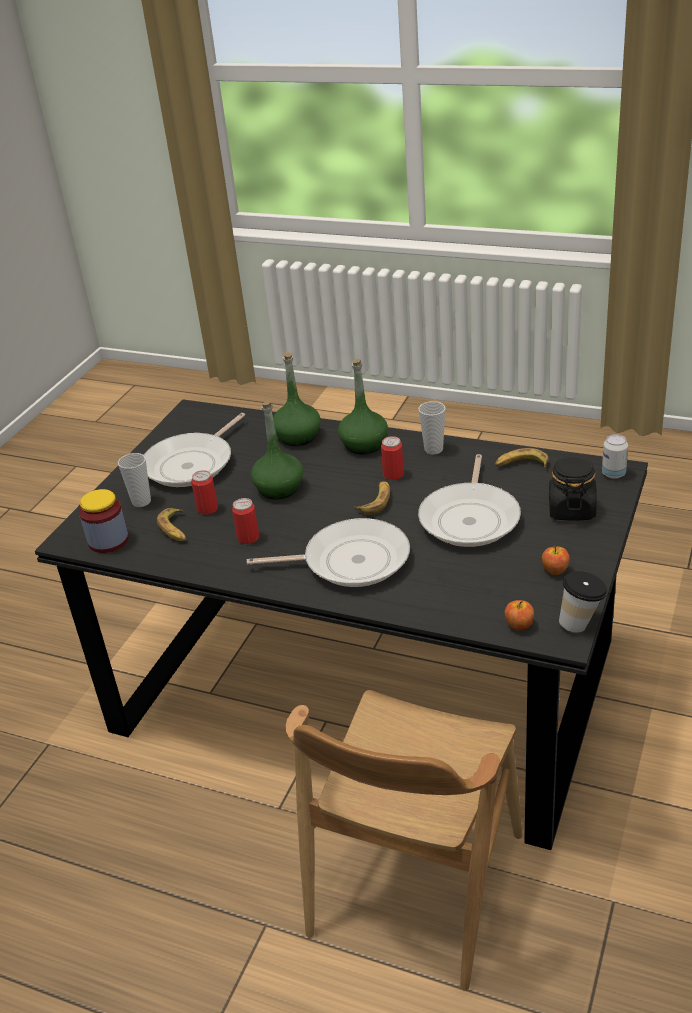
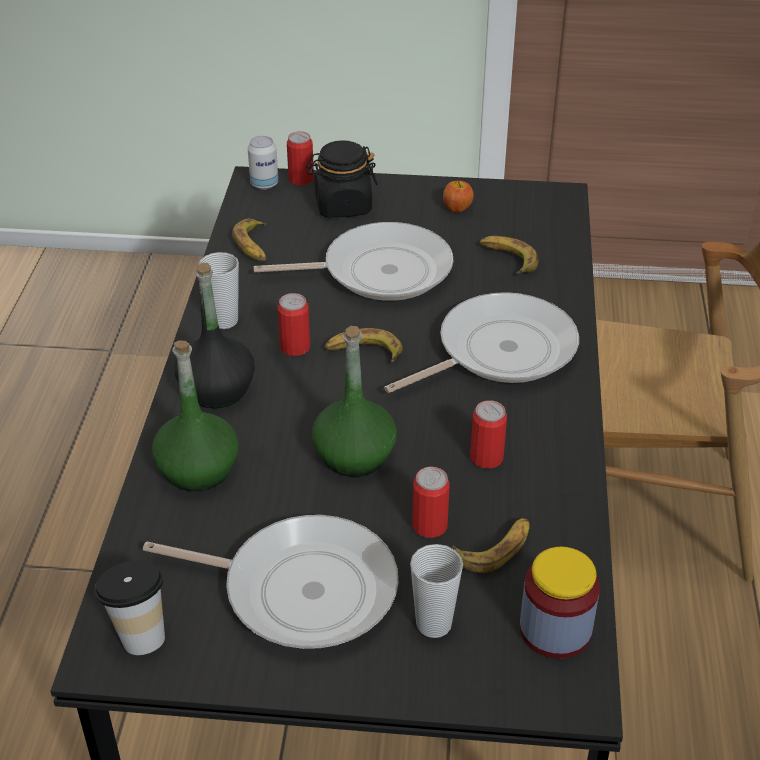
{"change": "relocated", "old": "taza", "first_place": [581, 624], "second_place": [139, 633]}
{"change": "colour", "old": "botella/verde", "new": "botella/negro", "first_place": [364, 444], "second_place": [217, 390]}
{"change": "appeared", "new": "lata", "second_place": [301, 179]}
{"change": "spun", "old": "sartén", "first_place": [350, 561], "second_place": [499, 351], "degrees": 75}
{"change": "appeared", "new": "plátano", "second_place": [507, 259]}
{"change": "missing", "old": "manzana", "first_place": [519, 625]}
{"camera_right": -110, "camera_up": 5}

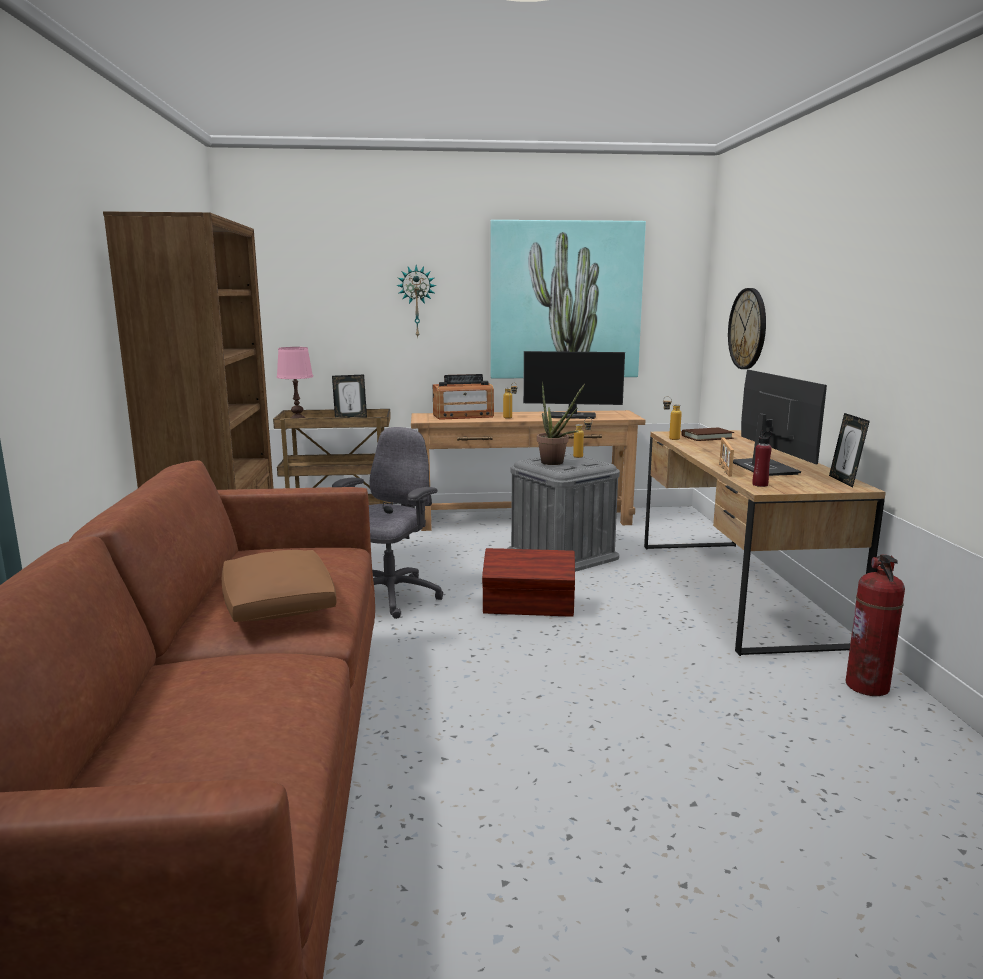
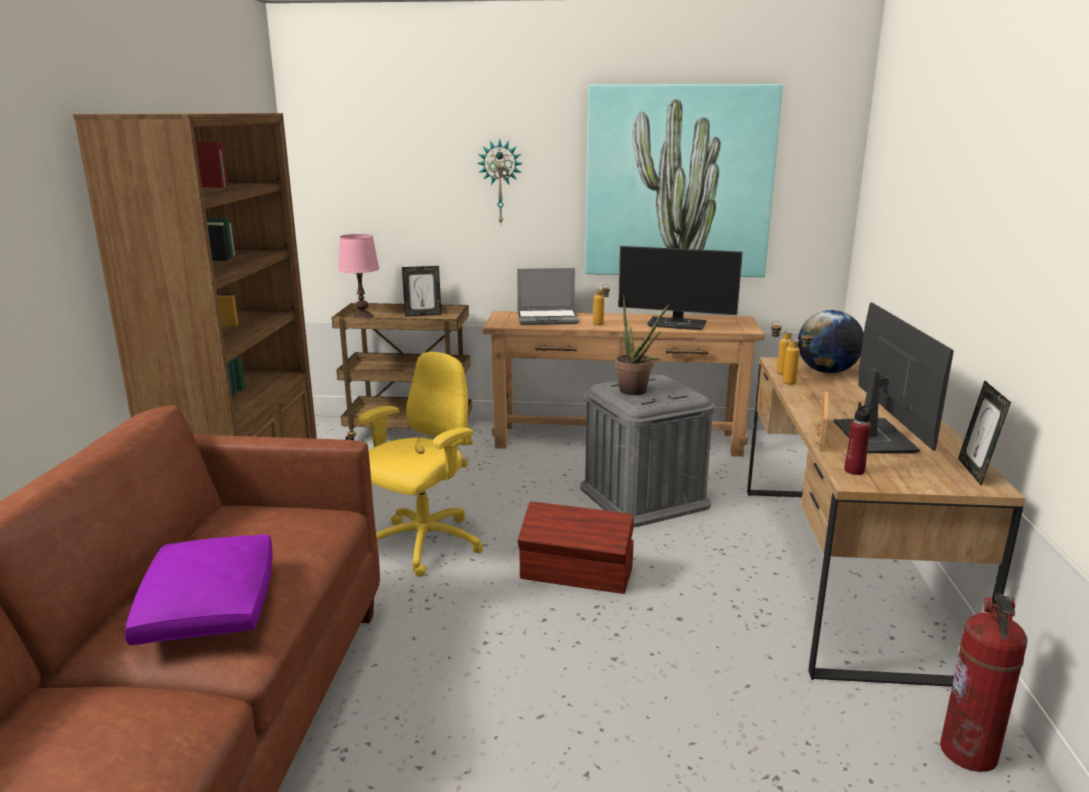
{"change": "colour", "old": "cojín/marrón", "new": "cojín/morado", "first_place": [278, 603], "second_place": [209, 605]}
{"change": "colour", "old": "silla de oficina/gris", "new": "silla de oficina/amarillo", "first_place": [389, 598], "second_place": [423, 545]}
{"change": "exchanged", "old": "radio", "new": "portátil", "first_place": [463, 416], "second_place": [548, 319]}
{"change": "relocated", "old": "botella", "first_place": [582, 457], "second_place": [795, 383]}
{"change": "exchanged", "old": "libro/marrón", "new": "globo terráqueo", "first_place": [707, 437], "second_place": [827, 372]}
{"change": "missing", "old": "reloj de pared", "first_place": [748, 329]}
{"camera_right": 10, "camera_up": 5}

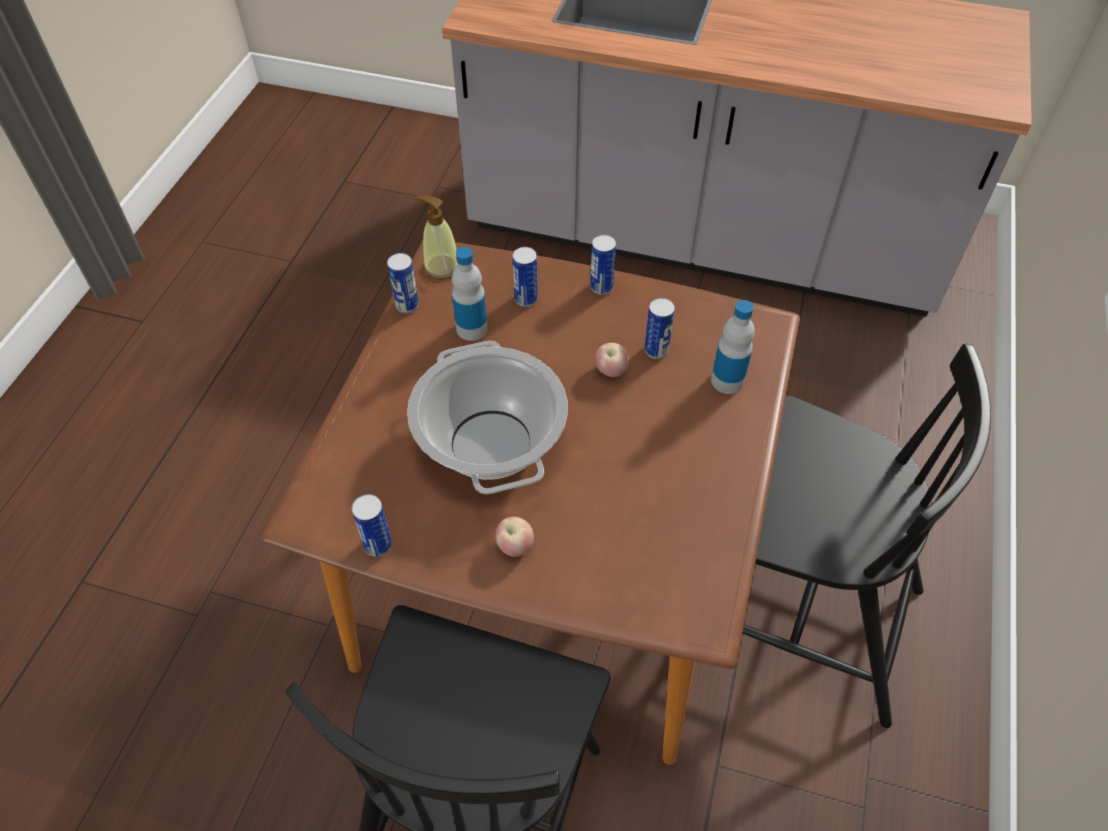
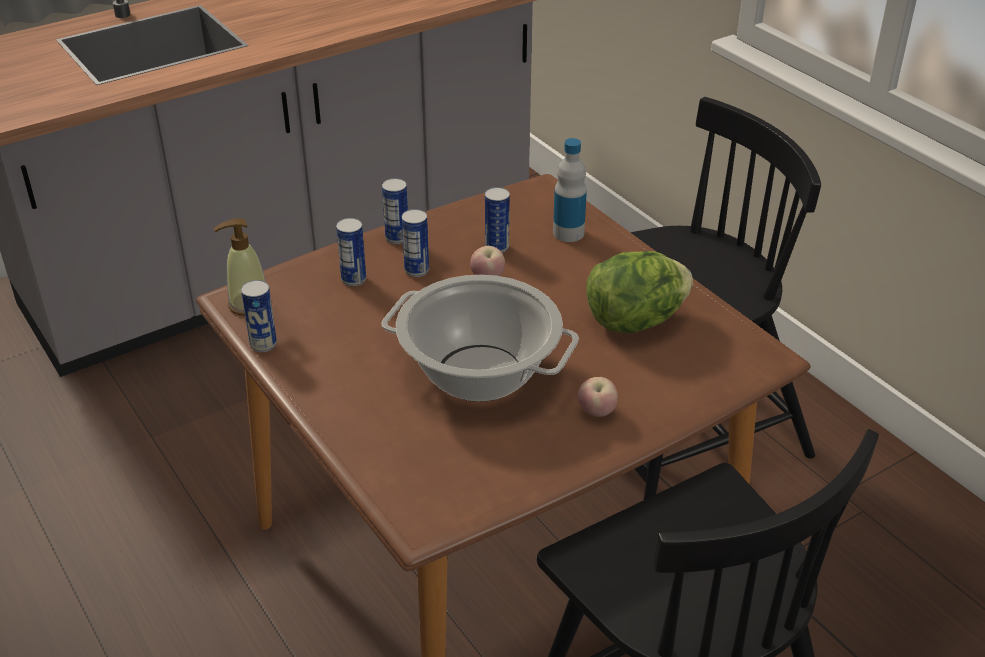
{"change": "relocated", "old": "lata", "first_place": [378, 545], "second_place": [416, 270]}
{"change": "appeared", "new": "lechuga", "second_place": [635, 321]}
{"change": "missing", "old": "botella", "first_place": [471, 329]}
{"camera_right": -50, "camera_up": -15}

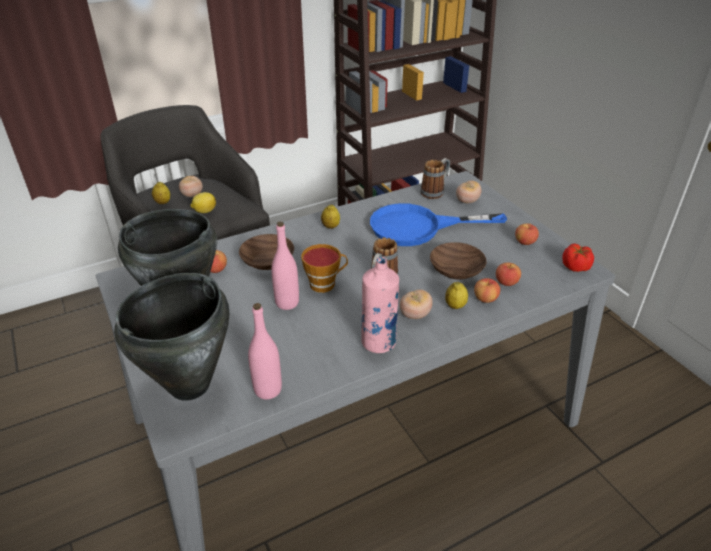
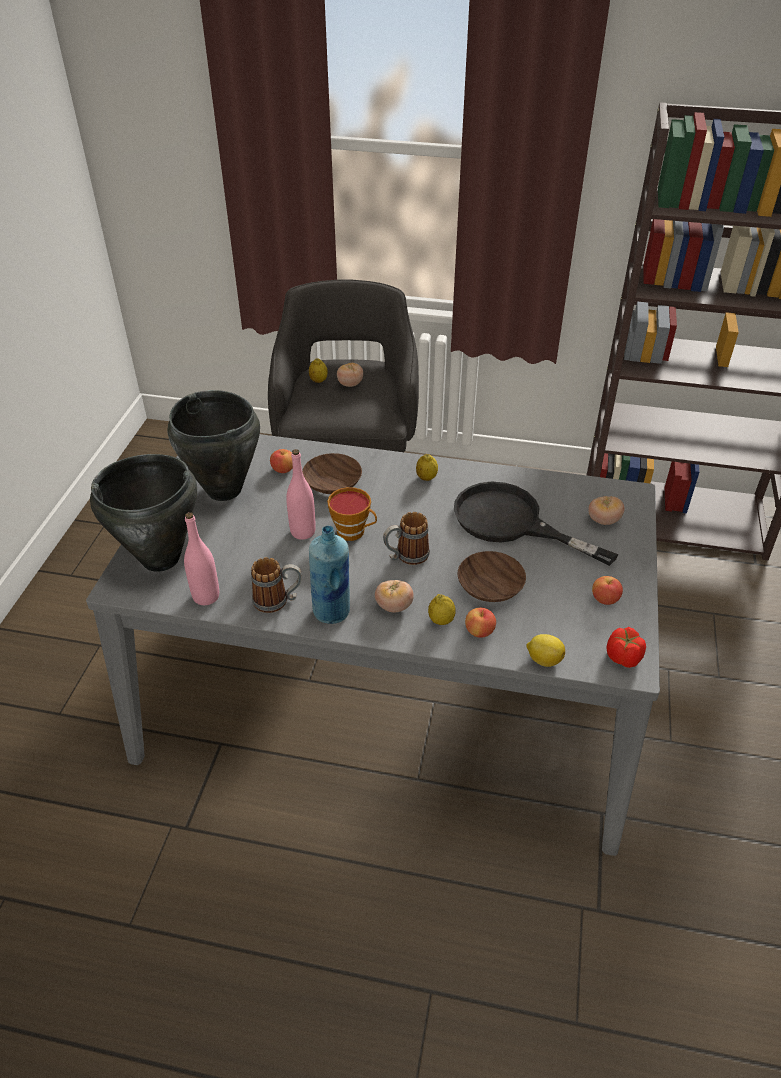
{"change": "relocated", "old": "taza grande", "first_place": [435, 191], "second_place": [278, 601]}
{"change": "colour", "old": "botella/rosa", "new": "botella/azul", "first_place": [378, 342], "second_place": [332, 611]}
{"change": "colour", "old": "sartén/azul", "new": "sartén/negro", "first_place": [418, 227], "second_place": [511, 522]}
{"change": "relocated", "old": "limón", "first_place": [204, 211], "second_place": [543, 659]}
{"change": "missing", "old": "manzana", "first_place": [506, 282]}
{"camera_right": 40, "camera_up": 5}

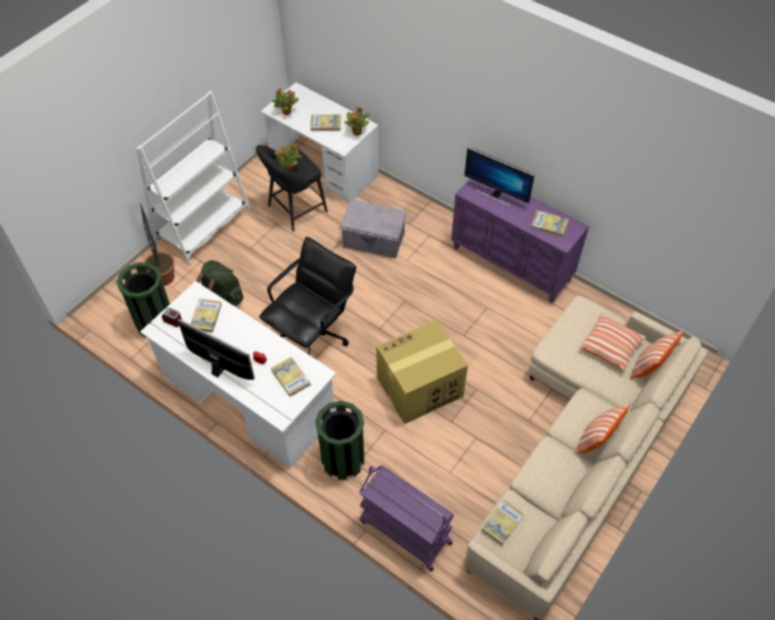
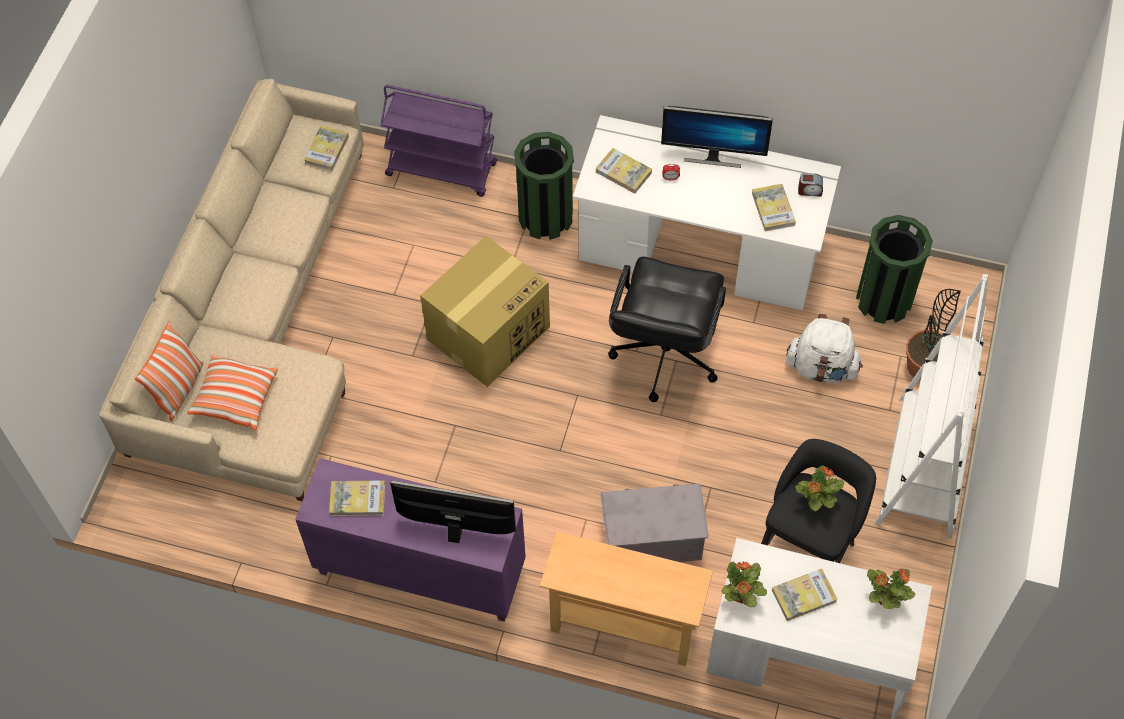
{"change": "appeared", "new": "mesa consola/beis", "second_place": [623, 626]}
{"change": "colour", "old": "mochila/verde", "new": "mochila/blanco", "first_place": [222, 296], "second_place": [821, 367]}
{"change": "missing", "old": "cojín", "first_place": [595, 439]}
{"camera_right": 160, "camera_up": 5}

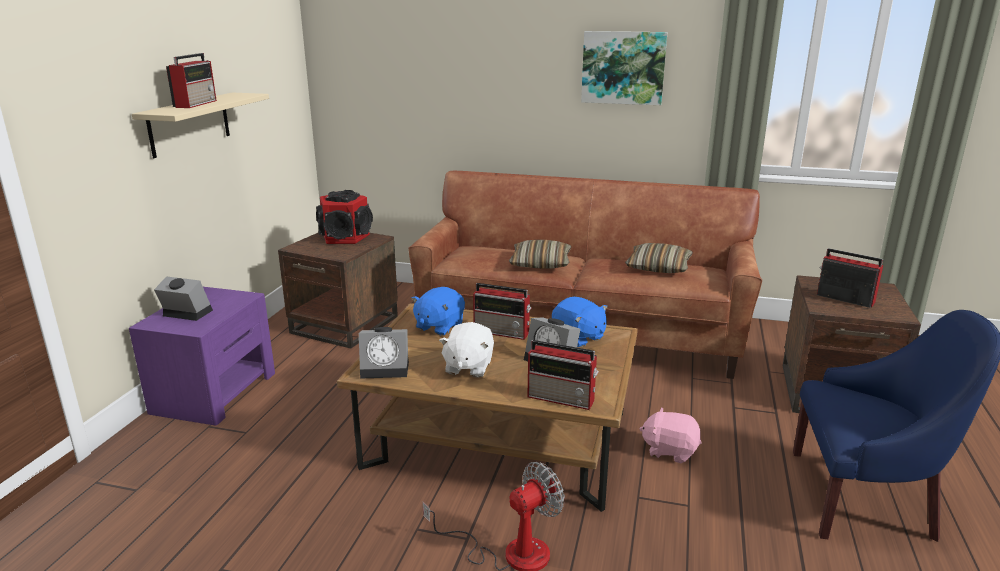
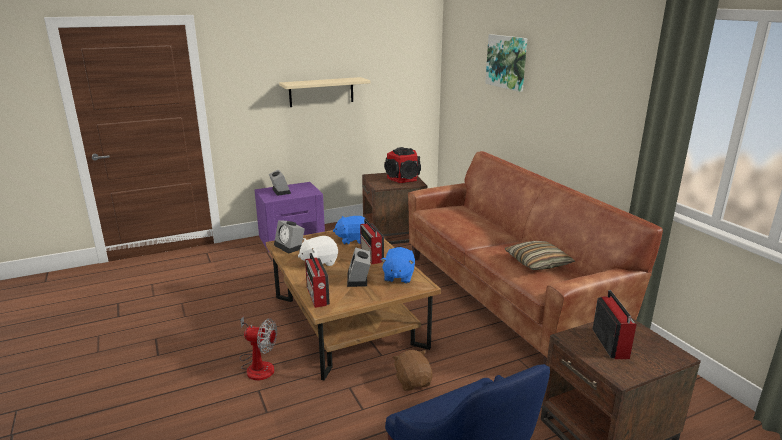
{"change": "colour", "old": "peluche/rosa", "new": "peluche/marrón", "first_place": [670, 450], "second_place": [413, 381]}
{"change": "relocated", "old": "cuadro", "first_place": [623, 67], "second_place": [507, 62]}
{"change": "missing", "old": "radio", "first_place": [196, 104]}
{"change": "missing", "old": "cojín", "first_place": [540, 263]}
{"camera_right": 50, "camera_up": 0}

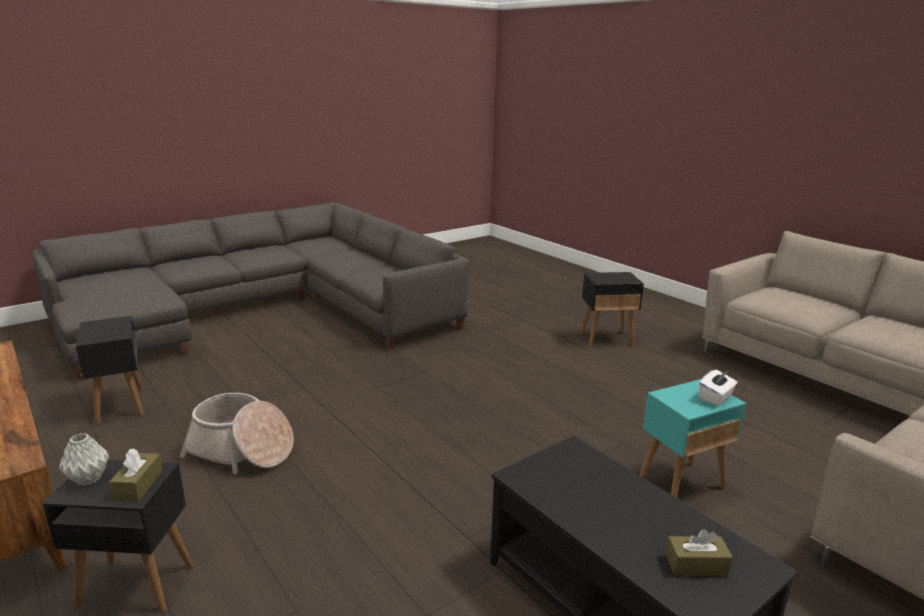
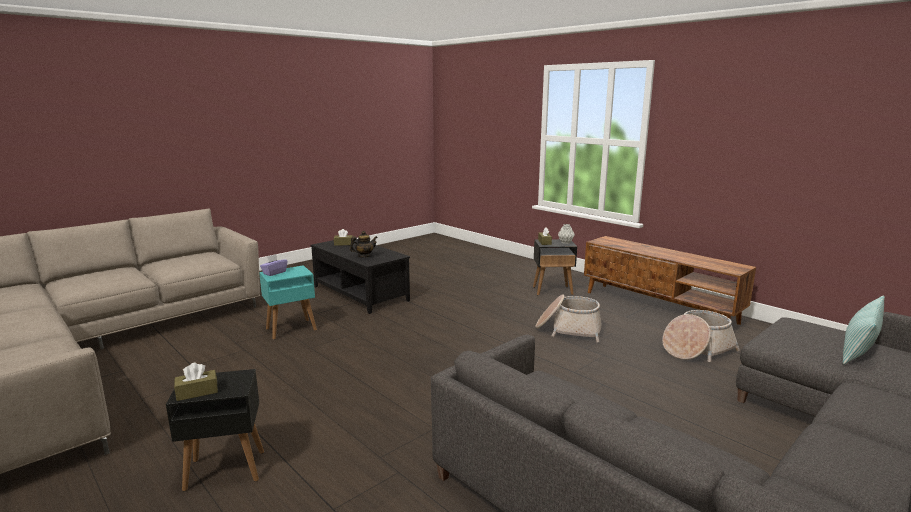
{"change": "appeared", "new": "caja de pañuelos/marrón", "second_place": [197, 392]}
{"change": "colour", "old": "caja de pañuelos/blanco", "new": "caja de pañuelos/morado", "first_place": [715, 398], "second_place": [274, 273]}
{"change": "appeared", "new": "tetera", "second_place": [364, 256]}
{"change": "exchanged", "old": "mesa auxiliar/negro", "new": "cesta", "first_place": [120, 405], "second_place": [696, 349]}
{"change": "appeared", "new": "cojín", "second_place": [858, 349]}
{"camera_right": 175, "camera_up": -5}

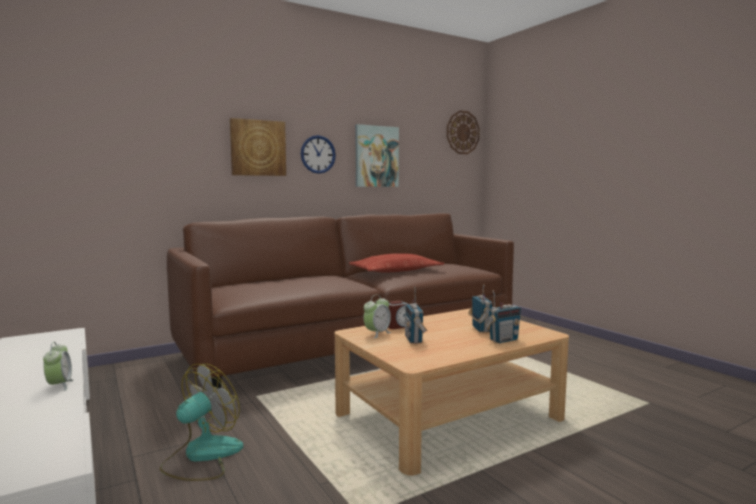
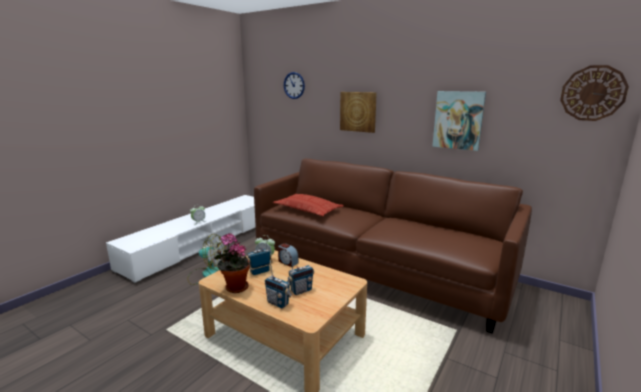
{"change": "appeared", "new": "planta en maceta", "second_place": [234, 287]}
{"change": "relocated", "old": "cojín", "first_place": [396, 271], "second_place": [308, 209]}
{"change": "relocated", "old": "reloj de pared", "first_place": [318, 154], "second_place": [294, 85]}
{"camera_right": 65, "camera_up": 10}

